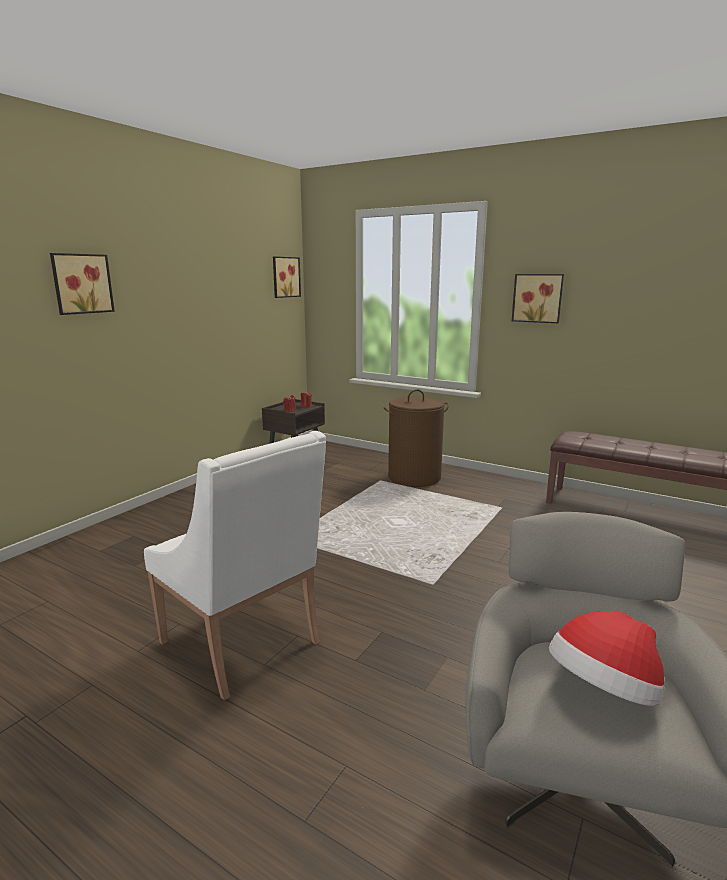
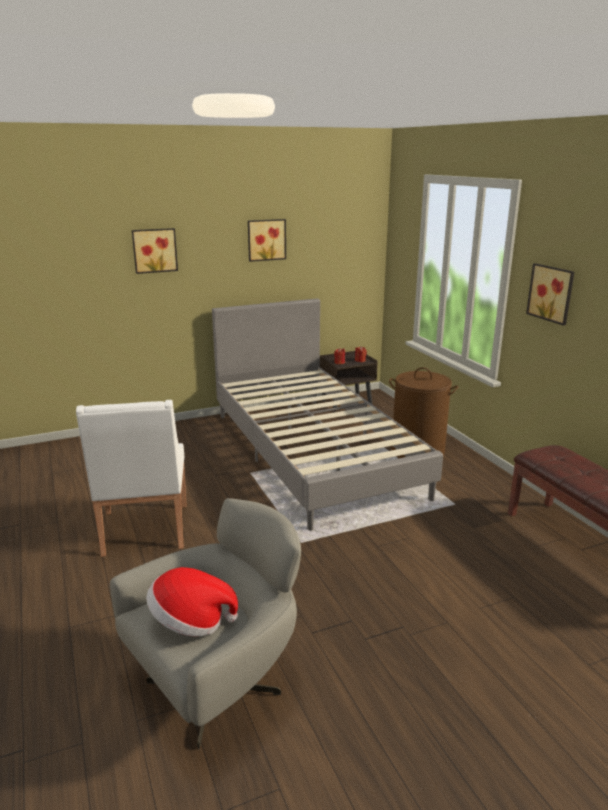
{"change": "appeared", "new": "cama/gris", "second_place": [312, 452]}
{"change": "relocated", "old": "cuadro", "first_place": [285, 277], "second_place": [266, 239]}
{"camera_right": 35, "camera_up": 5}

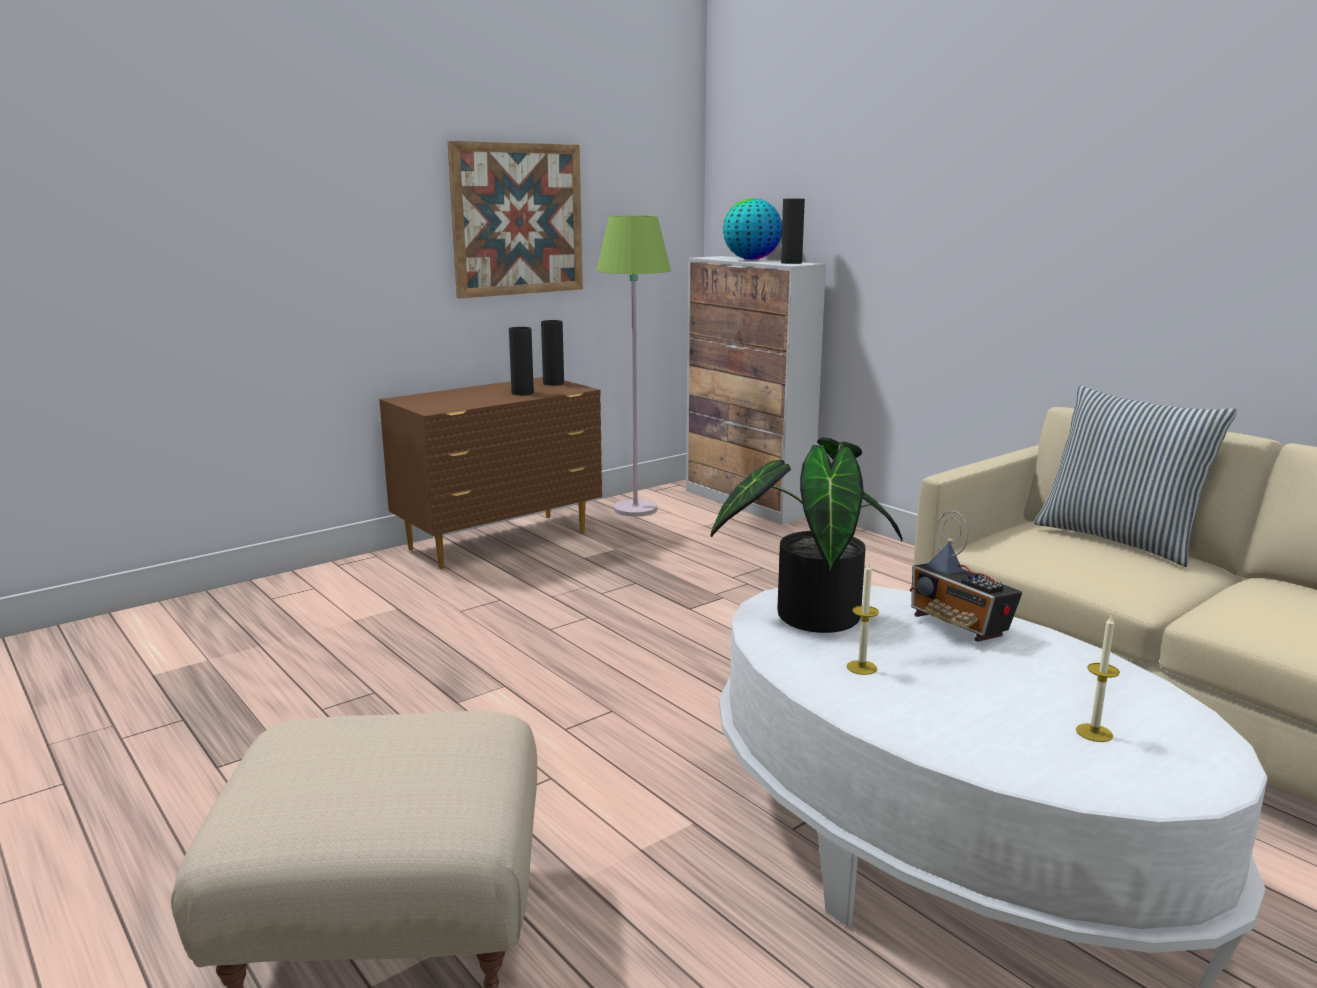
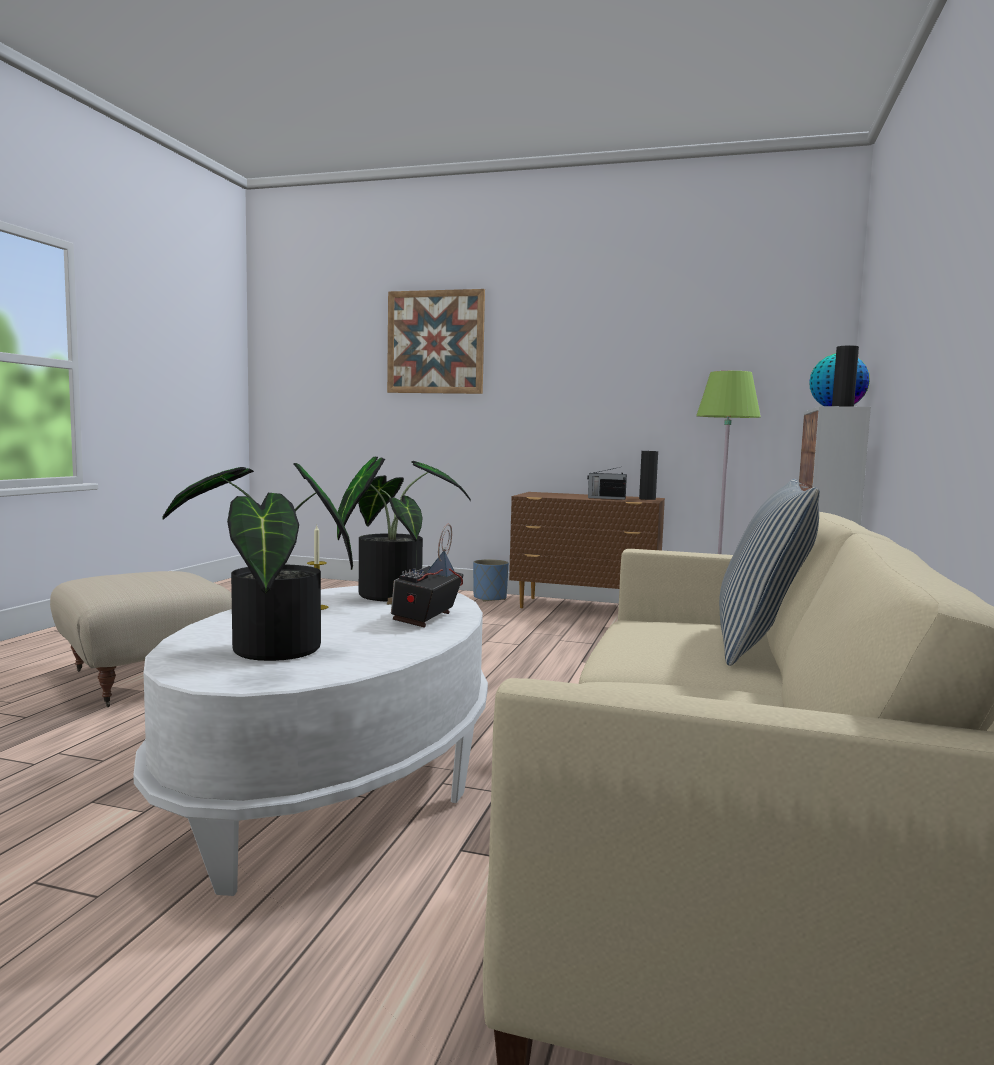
{"change": "exchanged", "old": "vela", "new": "planta en maceta", "first_place": [1094, 733], "second_place": [270, 652]}
{"change": "relocated", "old": "cuadro", "first_place": [517, 219], "second_place": [435, 342]}
{"change": "appeared", "new": "maceta/azul", "second_place": [490, 598]}
{"change": "exchanged", "old": "florero/negro", "new": "radio", "first_place": [522, 393], "second_place": [605, 498]}
{"camera_right": 55, "camera_up": -10}

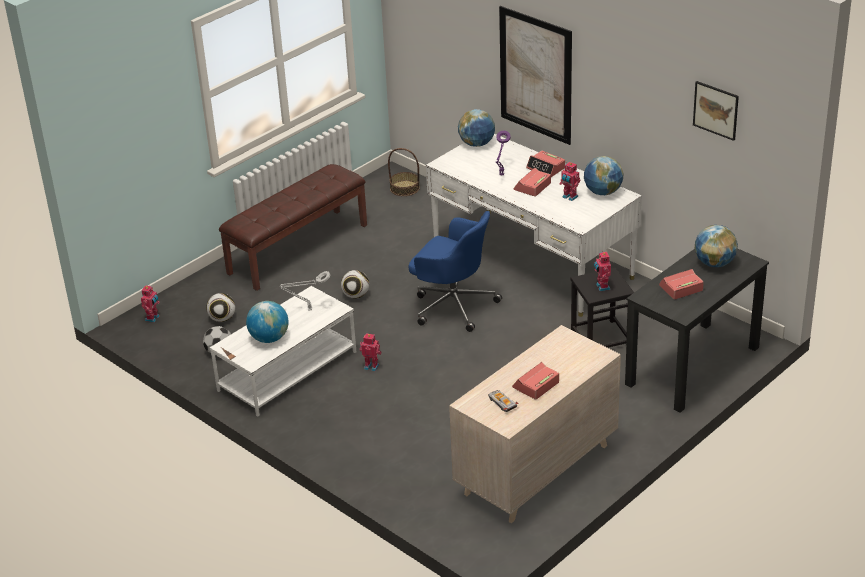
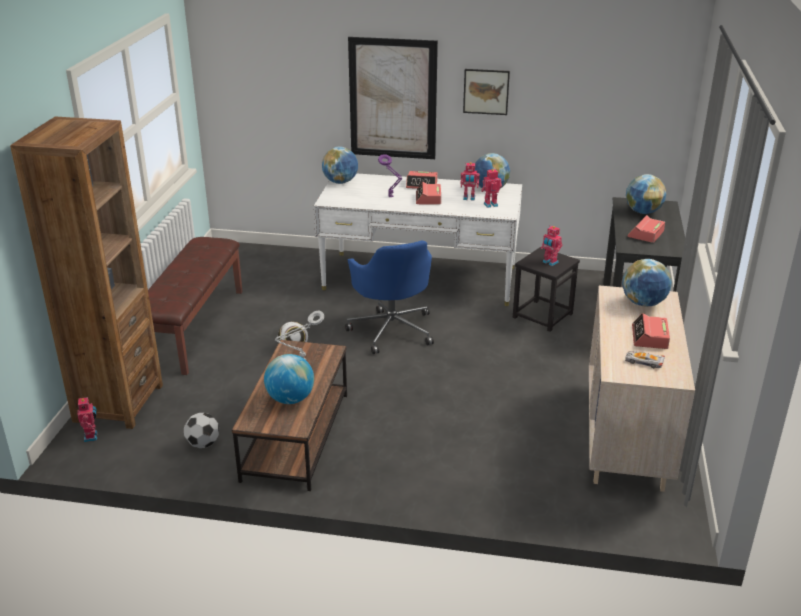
{"change": "appeared", "new": "estantería/marrón", "second_place": [118, 403]}
{"change": "colour", "old": "mesa de centro/blanco", "new": "mesa de centro/marrón", "first_place": [287, 371], "second_place": [297, 436]}
{"change": "spun", "old": "silla de oficina/azul", "first_place": [453, 305], "second_place": [392, 329], "degrees": 75}
{"change": "relocated", "old": "cuadro", "first_place": [716, 110], "second_place": [486, 91]}
{"change": "relocated", "old": "robot de juguete", "first_place": [372, 366], "second_place": [490, 204]}
{"change": "appeared", "new": "globo terráqueo", "second_place": [643, 303]}
{"change": "missing", "old": "balón de fútbol", "first_place": [222, 318]}
{"change": "missing", "old": "cesta", "first_place": [405, 188]}
{"camera_right": -35, "camera_up": -5}

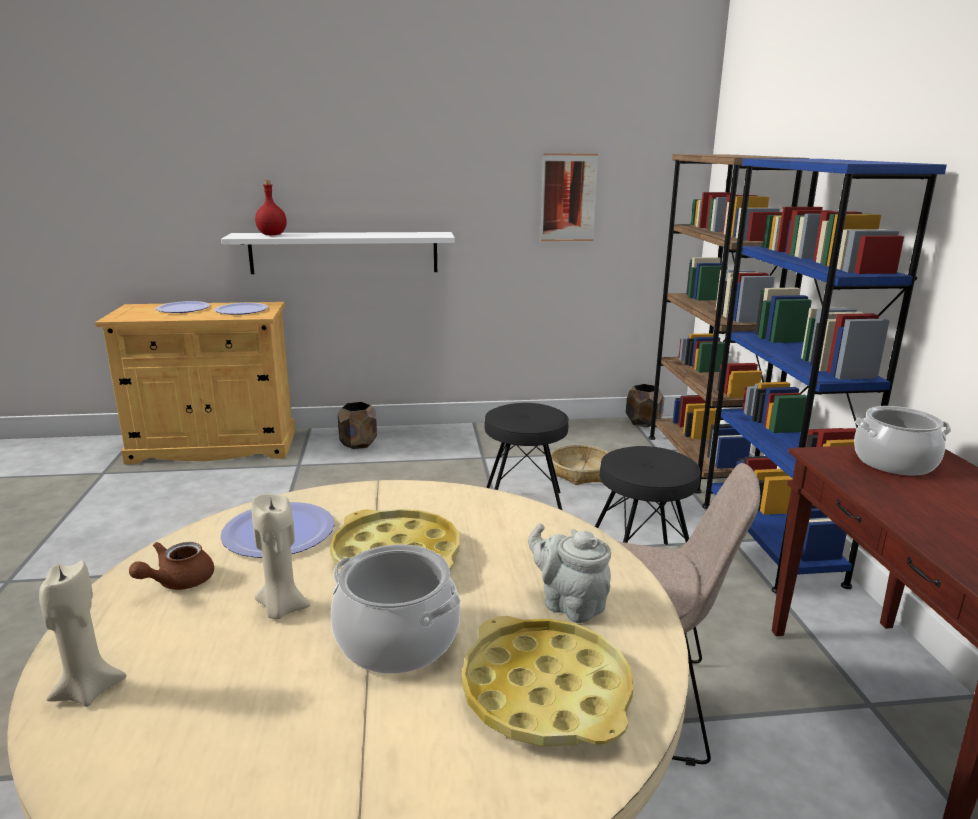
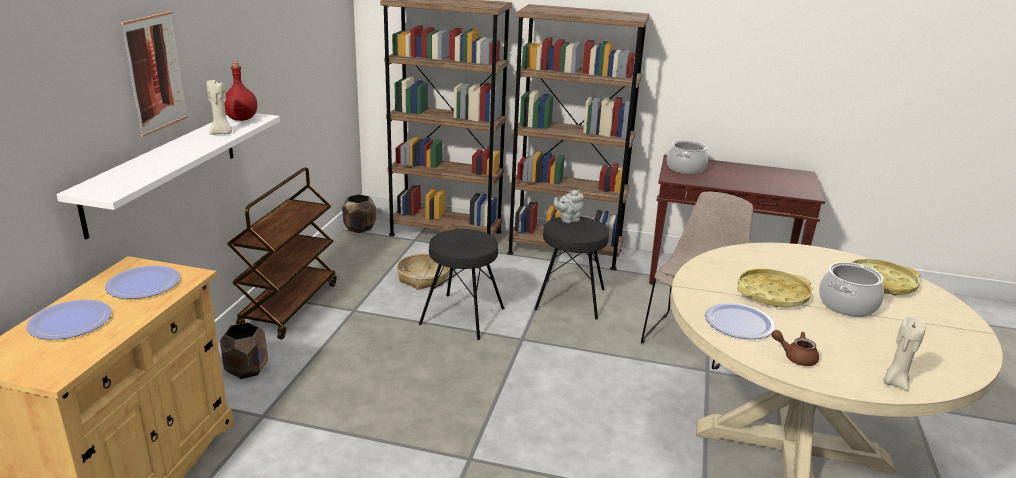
{"change": "relocated", "old": "cuadro", "first_place": [568, 198], "second_place": [155, 73]}
{"change": "relocated", "old": "vela/beis", "first_place": [281, 608], "second_place": [222, 133]}
{"change": "relocated", "old": "botella/rojo", "first_place": [272, 235], "second_place": [242, 119]}
{"change": "appeared", "new": "carrito/marrón", "second_place": [289, 306]}
{"change": "colour", "old": "estantería/azul", "new": "estantería/marrón", "first_place": [769, 542], "second_place": [564, 252]}
{"change": "relocated", "old": "tetera/gris", "first_place": [569, 604], "second_place": [568, 219]}
{"change": "spun", "old": "tetera/marrón", "first_place": [177, 582], "second_place": [795, 357], "degrees": 150}
{"camera_right": -70, "camera_up": 5}

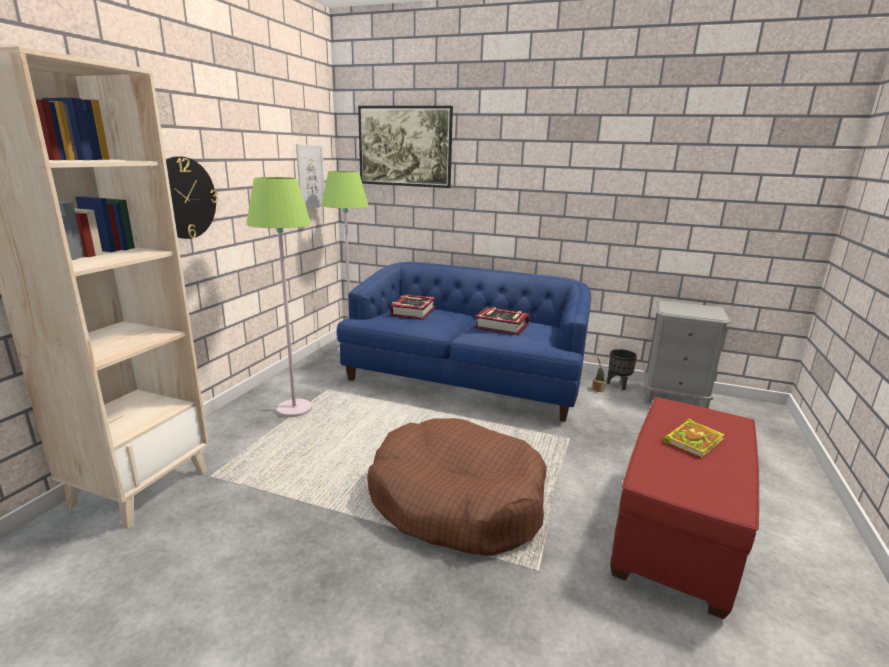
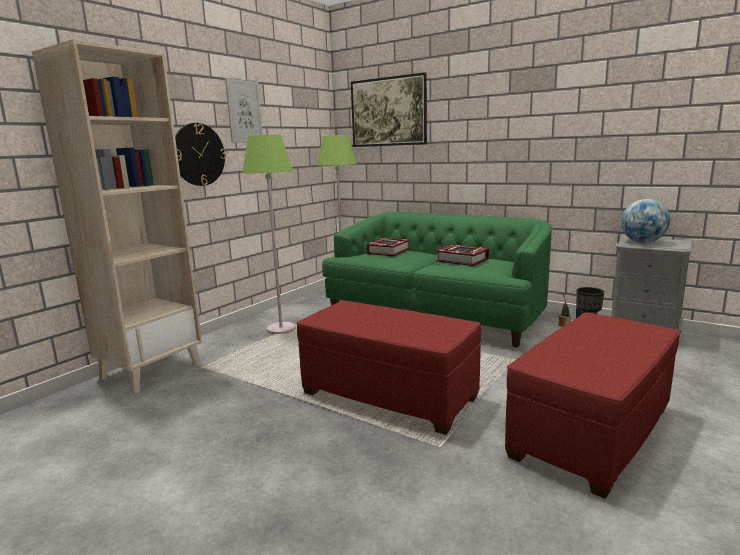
{"change": "relocated", "old": "cuadro", "first_place": [310, 176], "second_place": [244, 112]}
{"change": "exchanged", "old": "cama para perro/marrón", "new": "puf/rojo", "first_place": [456, 501], "second_place": [389, 396]}
{"change": "colour", "old": "sofá/azul", "new": "sofá/verde", "first_place": [465, 379], "second_place": [436, 313]}
{"change": "appeared", "new": "globo terráqueo", "second_place": [642, 242]}
{"change": "missing", "old": "libro", "first_place": [693, 440]}
{"camera_right": 15, "camera_up": -5}

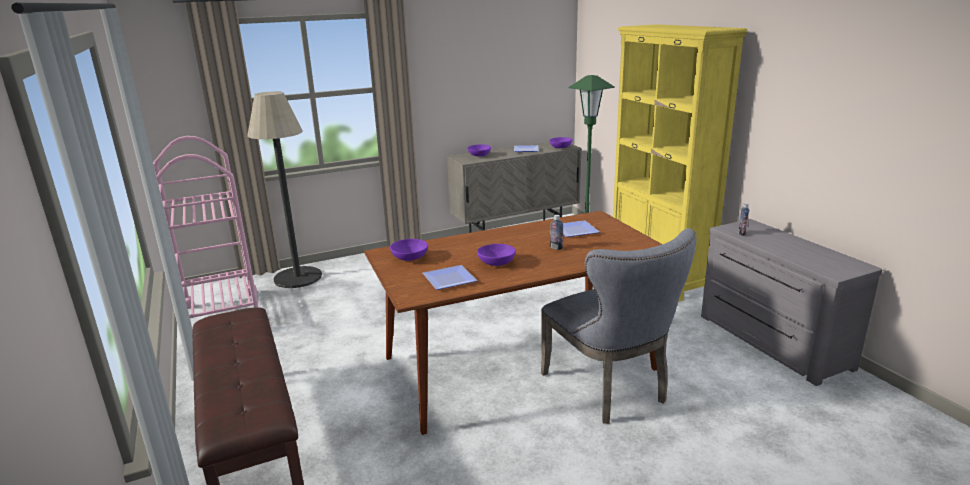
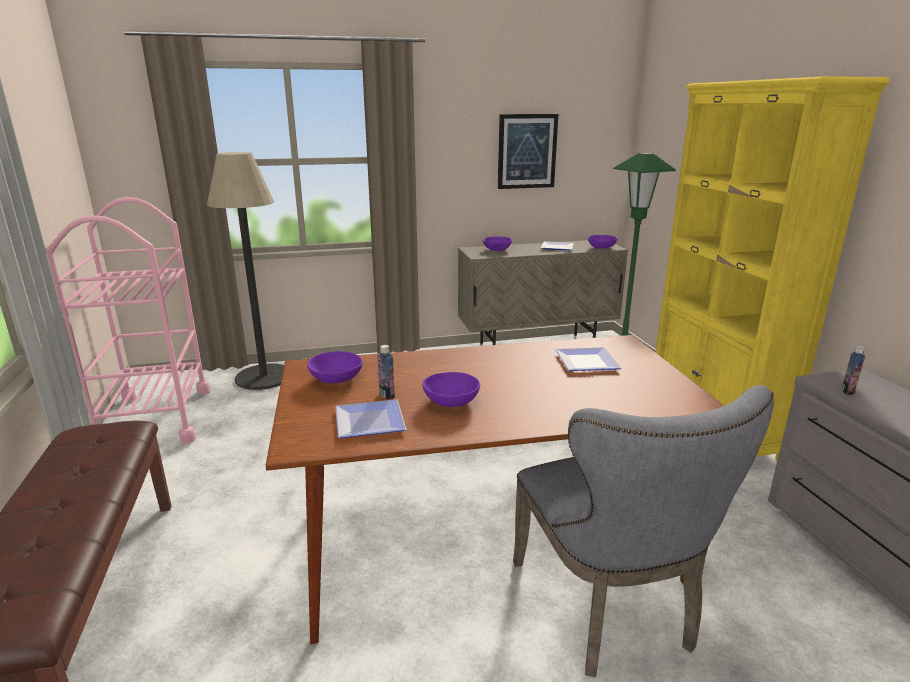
{"change": "relocated", "old": "botella", "first_place": [556, 248], "second_place": [387, 395]}
{"change": "appeared", "new": "cuadro", "second_place": [527, 151]}
{"camera_right": 10, "camera_up": 0}

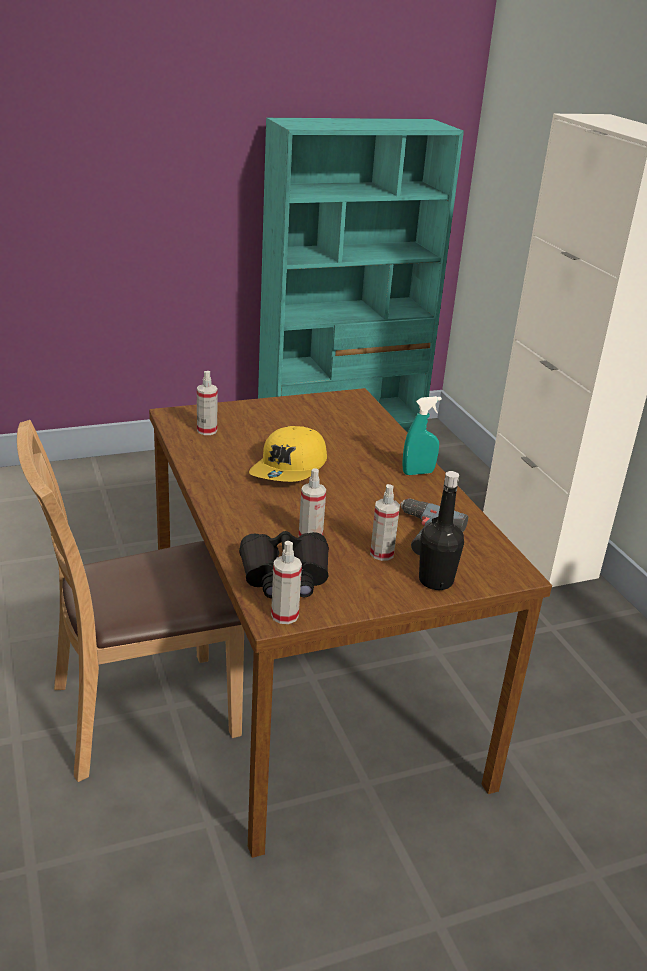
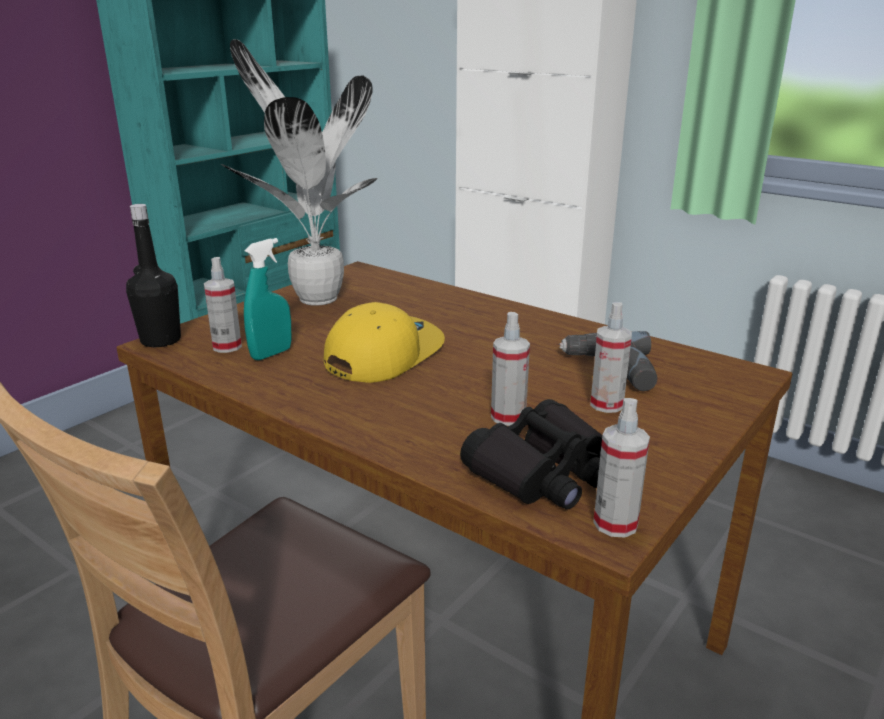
{"change": "relocated", "old": "botella/negro", "first_place": [436, 581], "second_place": [161, 340]}
{"change": "appeared", "new": "planta en maceta", "second_place": [314, 298]}
{"change": "relocated", "old": "pulverizador/turquesa", "first_place": [418, 472], "second_place": [271, 354]}
{"change": "spun", "old": "gorra/amarillo", "first_place": [290, 469], "second_place": [383, 354], "degrees": -135}
{"camera_right": -30, "camera_up": -5}

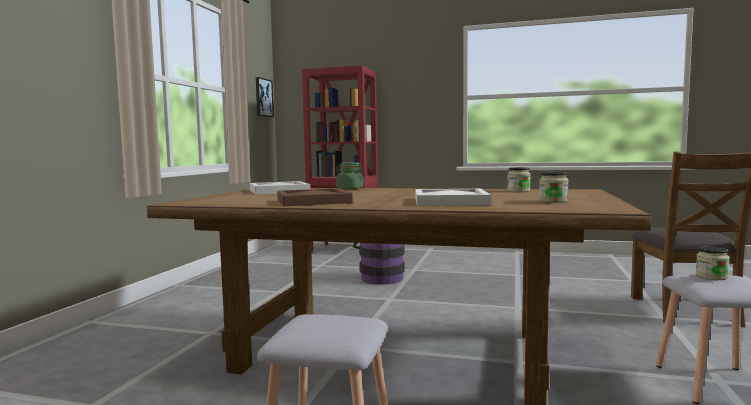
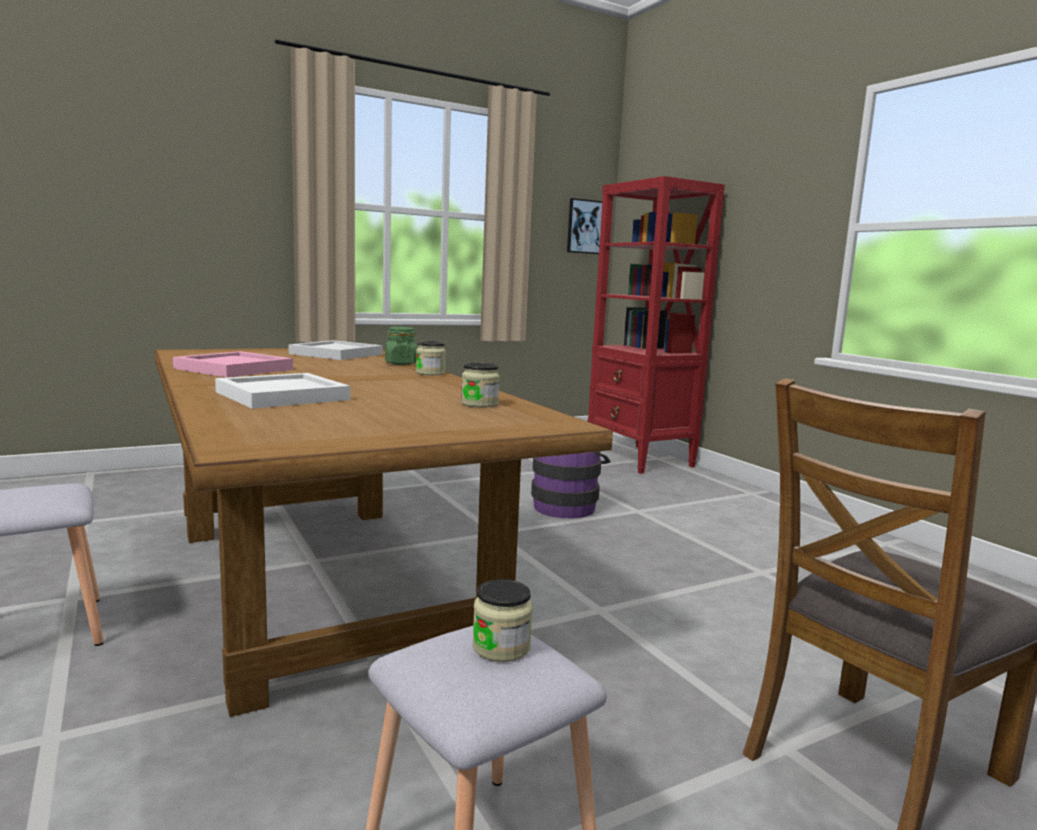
{"change": "colour", "old": "bandeja/marrón", "new": "bandeja/rosa", "first_place": [314, 201], "second_place": [236, 369]}
{"change": "relocated", "old": "tarro", "first_place": [553, 201], "second_place": [430, 373]}
{"camera_right": 45, "camera_up": 5}

